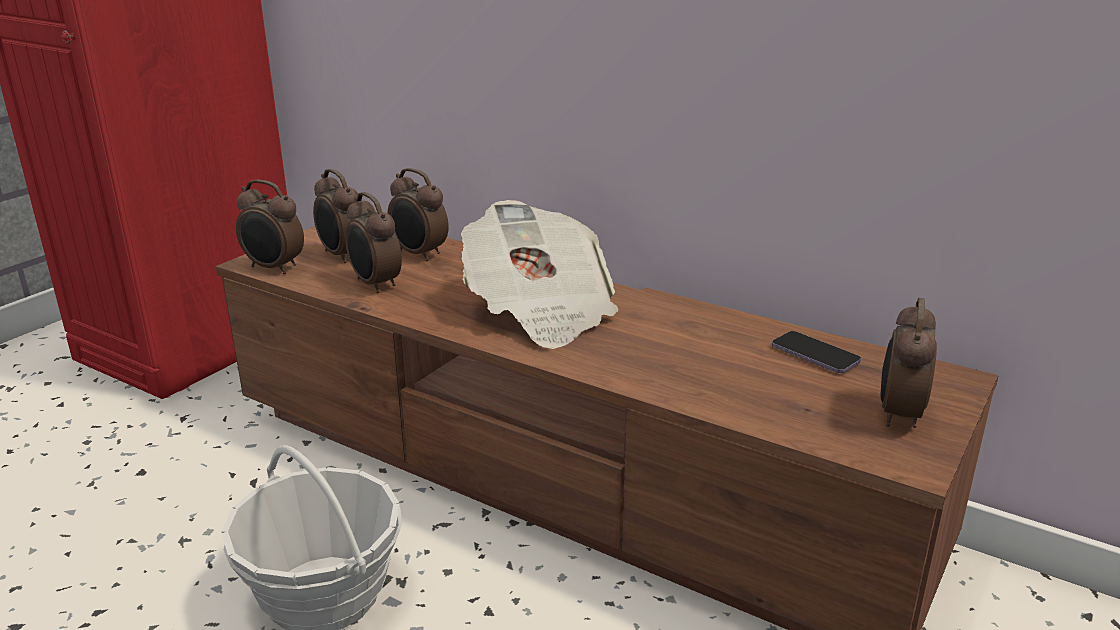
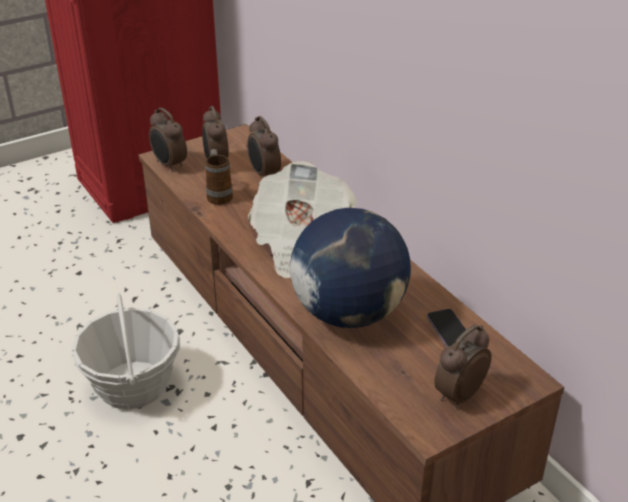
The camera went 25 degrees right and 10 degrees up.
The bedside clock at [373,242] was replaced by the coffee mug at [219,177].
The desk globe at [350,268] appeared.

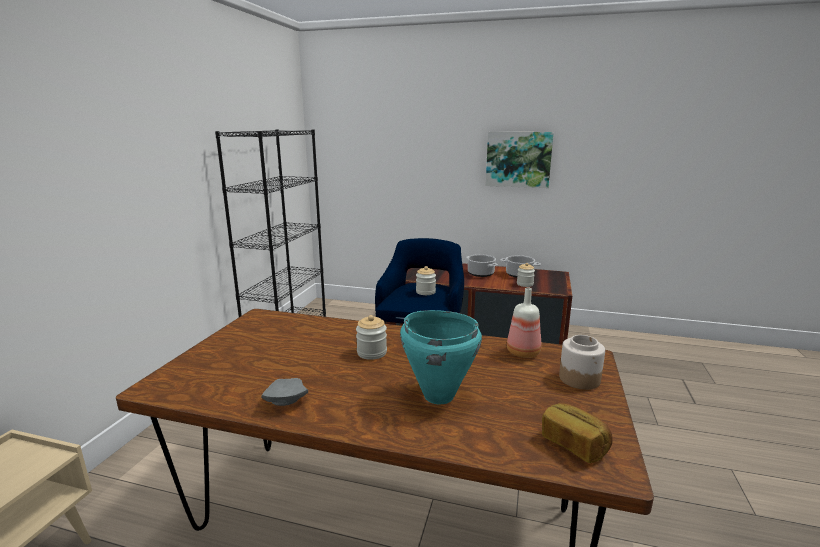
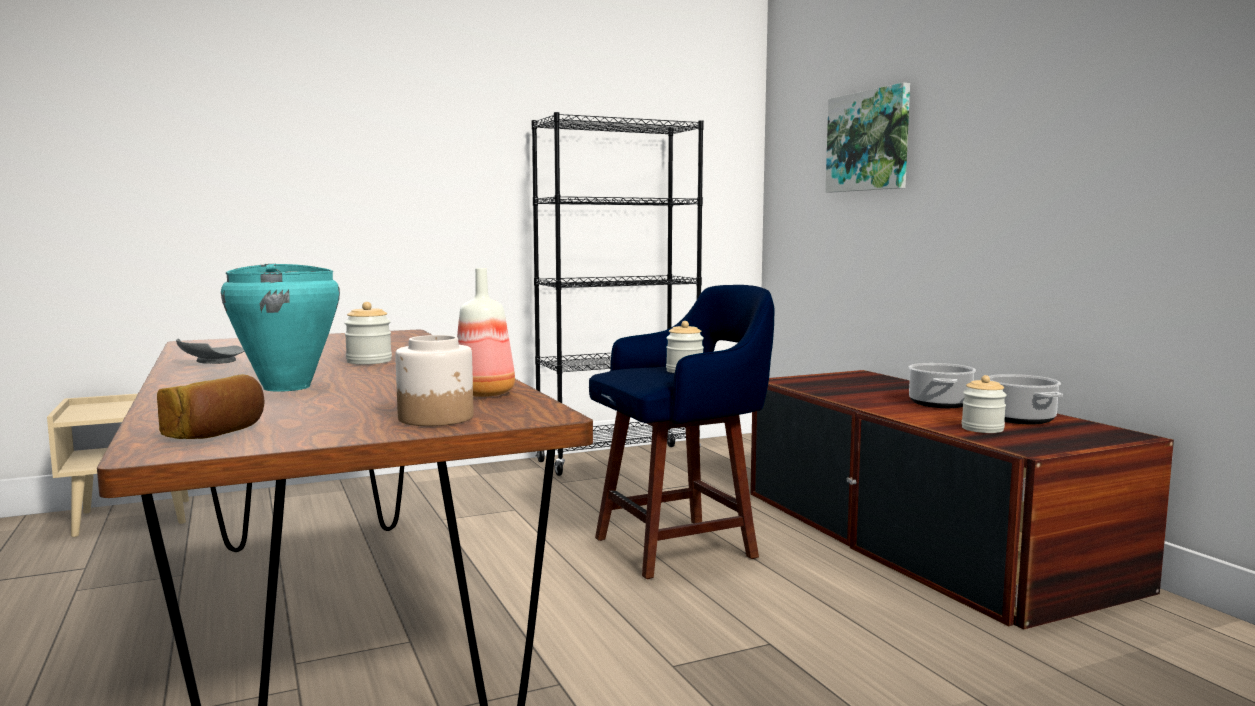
The camera went 50 degrees right and 10 degrees down.
The picture moved from [519,160] to [867,137].

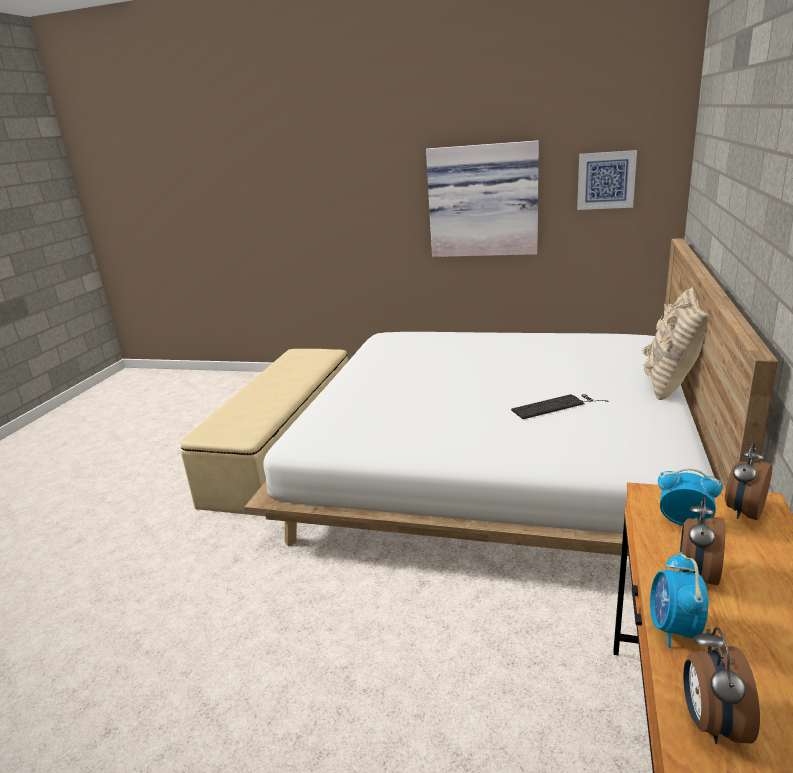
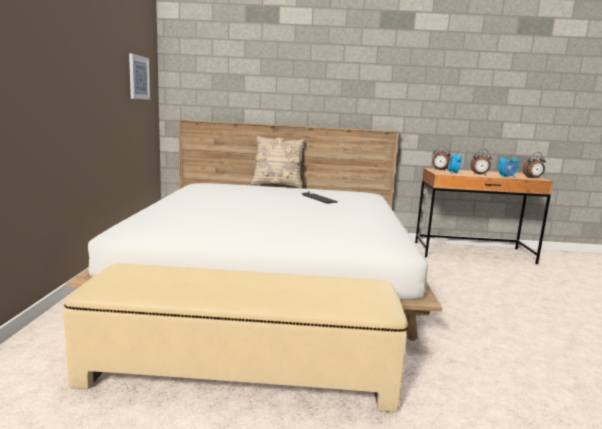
The camera went 105 degrees left and 10 degrees down.
The picture at [482,198] disappeared.

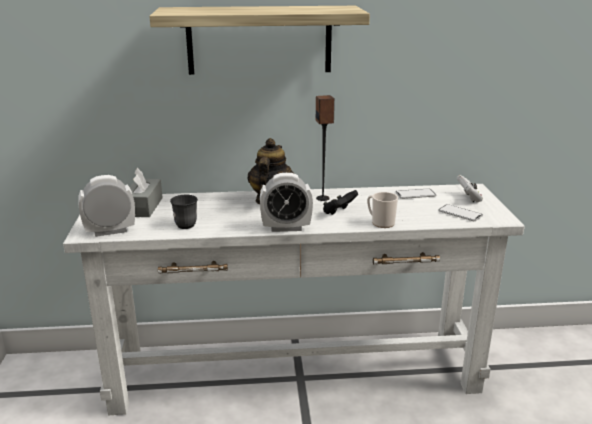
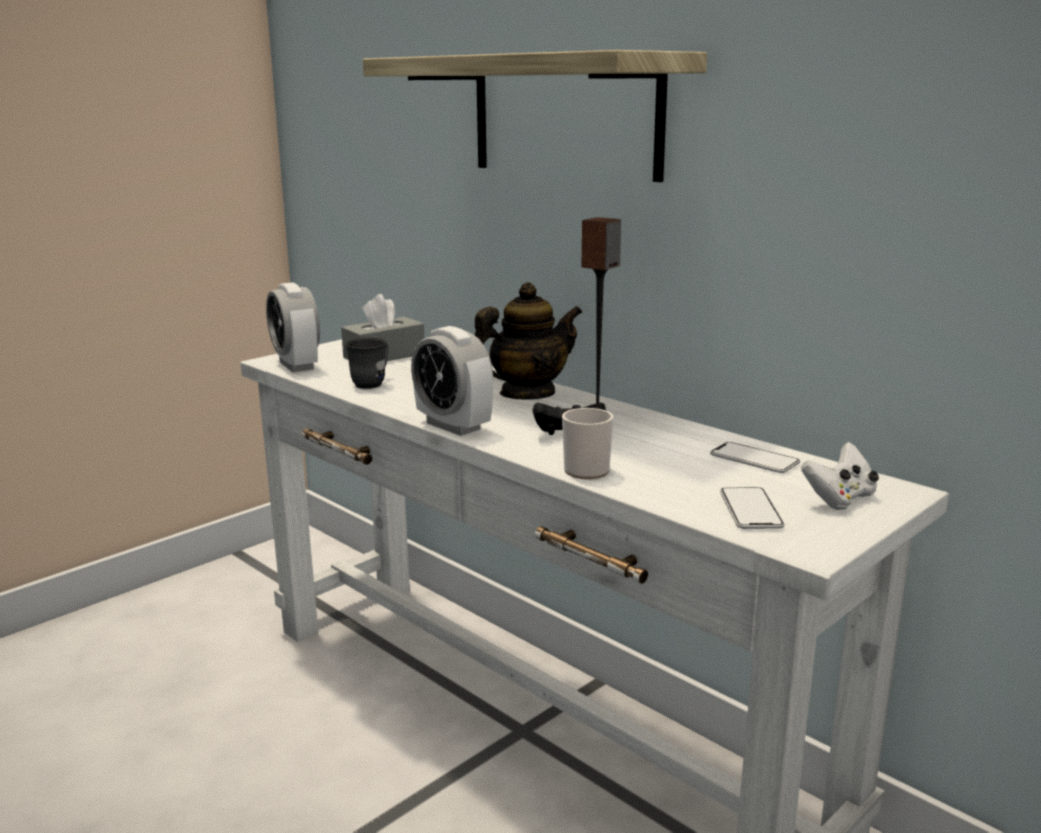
The camera went 50 degrees right and 5 degrees down.
The bedside clock at [106,206] turned 150 degrees counterclockwise.

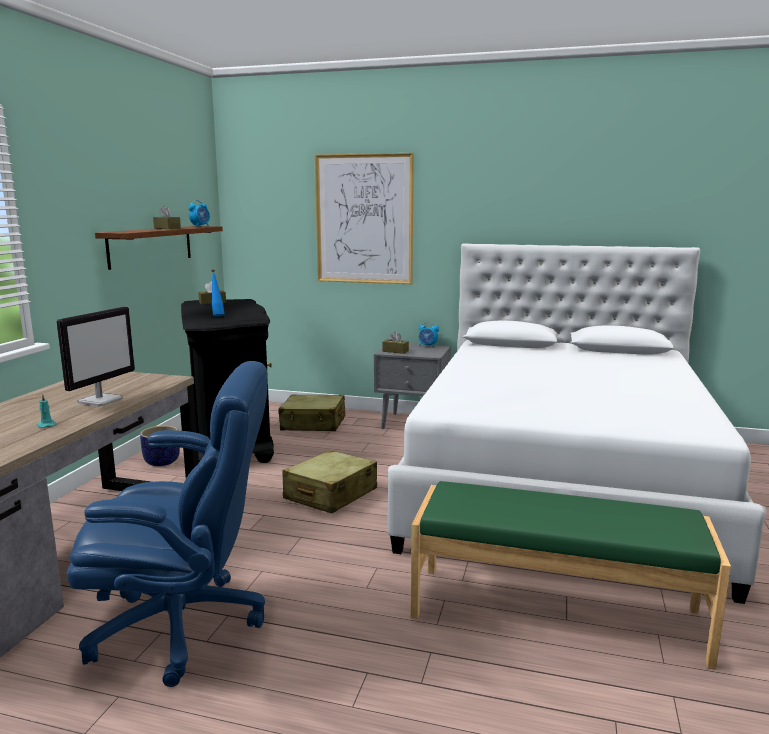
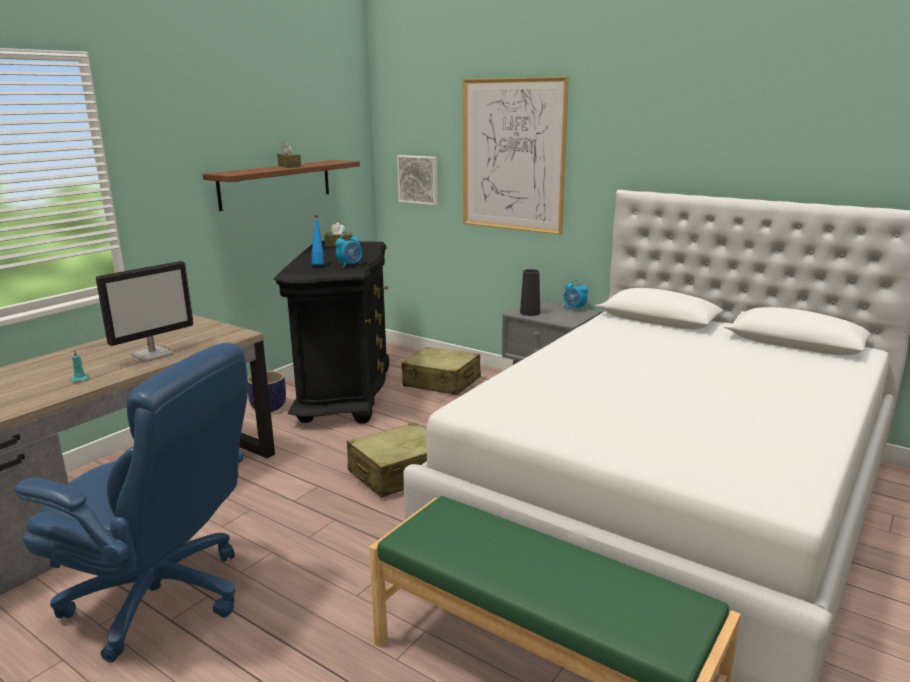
The camera went 20 degrees right and 5 degrees up.
The bedside clock moved from [199,213] to [348,250].
The tissue box/brown at [395,343] was replaced by the decorative vase/black-coloured at [530,292].
The picture at [417,180] appeared.

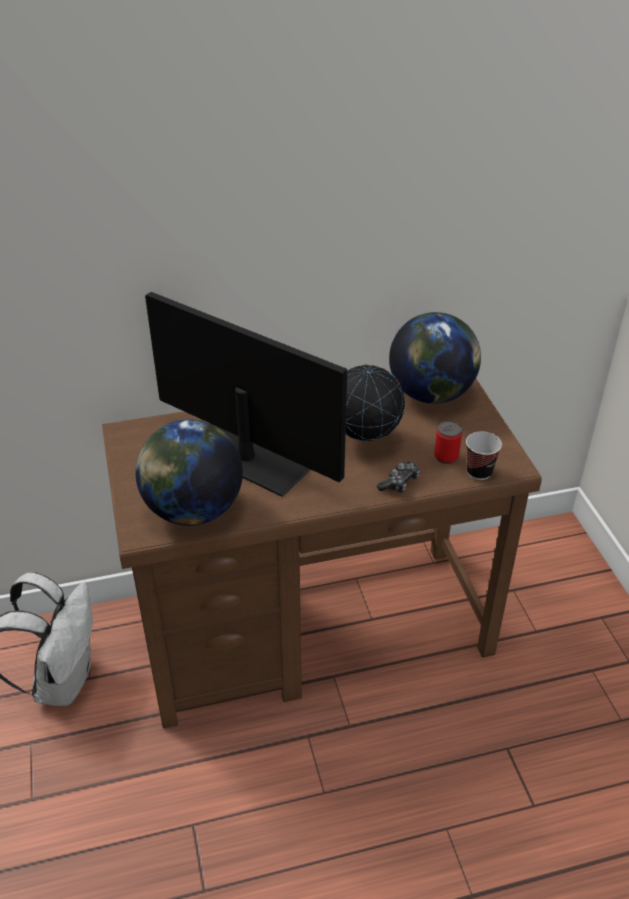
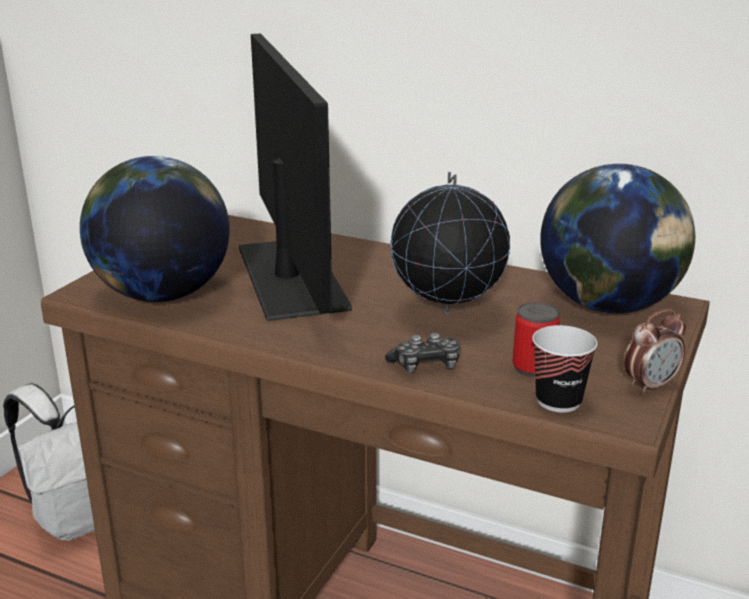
The camera went 40 degrees right and 15 degrees down.
The bedside clock at [655,351] appeared.

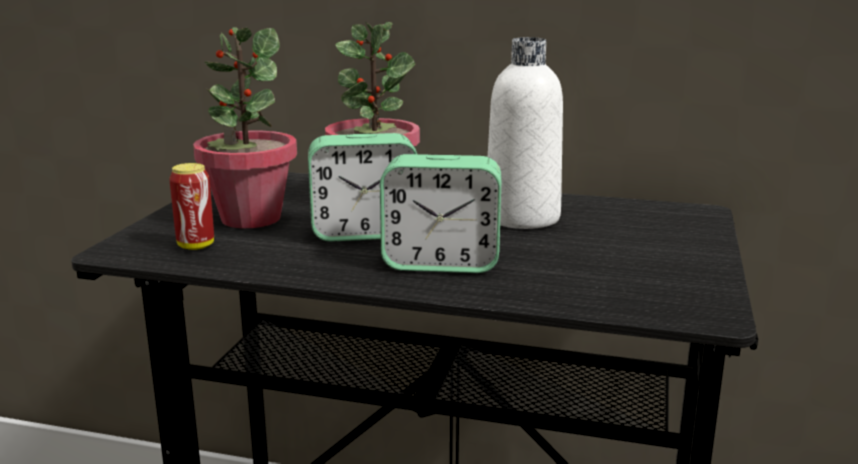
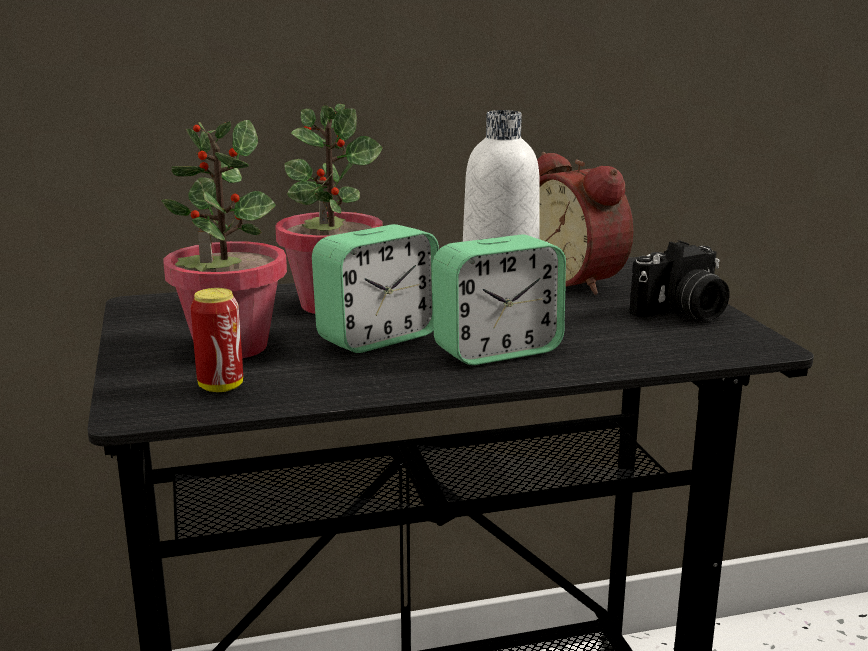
The camera went 30 degrees left and 0 degrees up.
The bedside clock at [585,223] appeared.
The photo camera at [679,280] appeared.

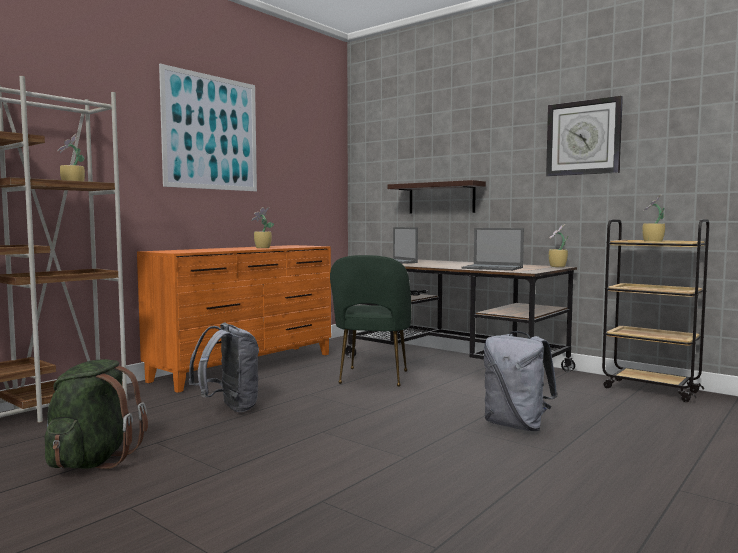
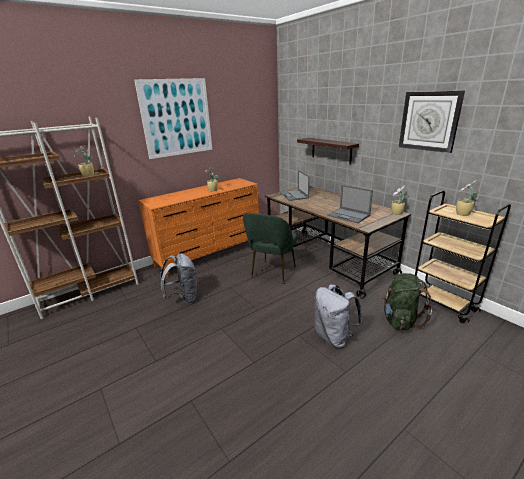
The camera went 15 degrees right and 20 degrees up.
The rucksack/green-coloured moved from [96,414] to [406,302].

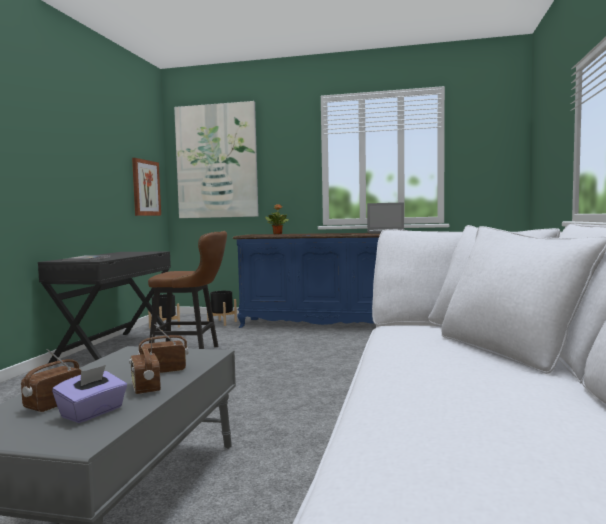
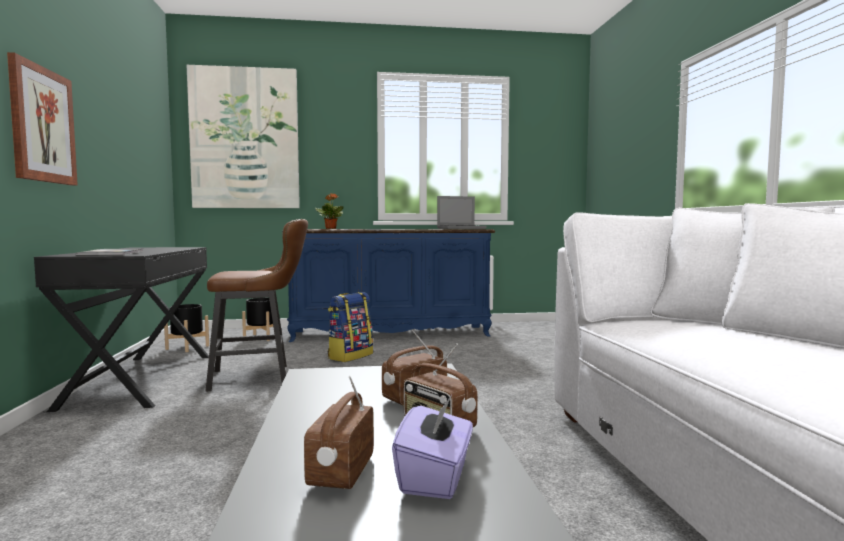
The camera went 20 degrees left and 0 degrees up.
The picture moved from [146,187] to [42,119].
The rucksack at [350,327] appeared.

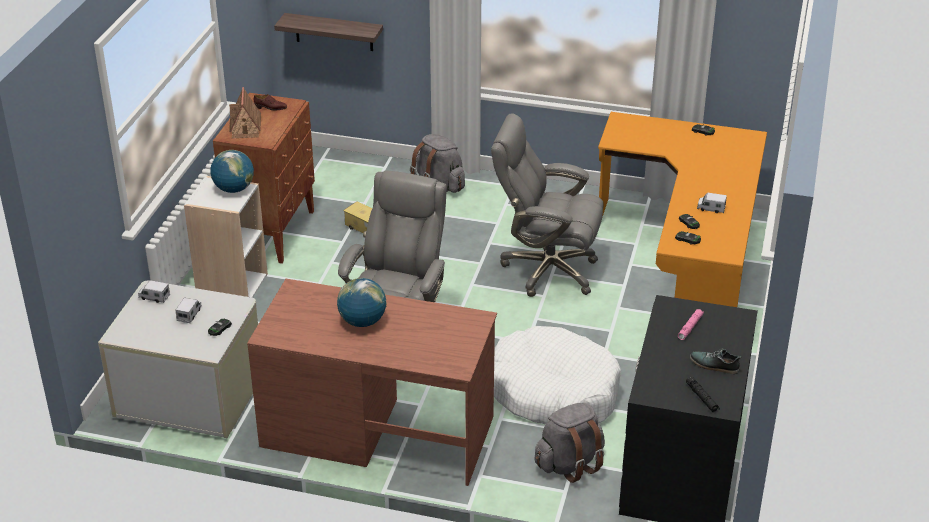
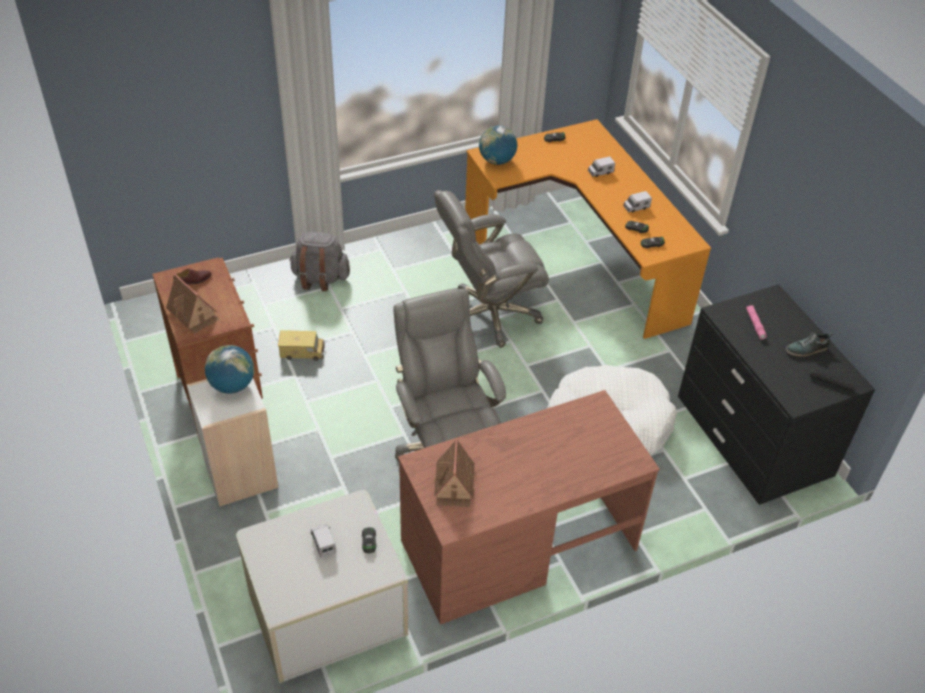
The camera went 40 degrees left and 10 degrees up.
The toy truck moved from [154,291] to [601,167].
The shelf at [328,32] disappeared.
The desk globe moved from [362,302] to [498,145].
The rucksack/greyish at [570,443] disappeared.
The miniature house at [454,472] appeared.

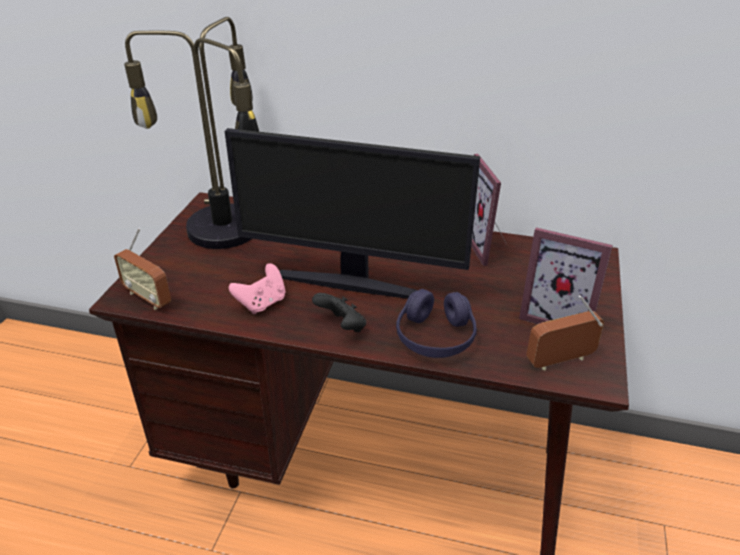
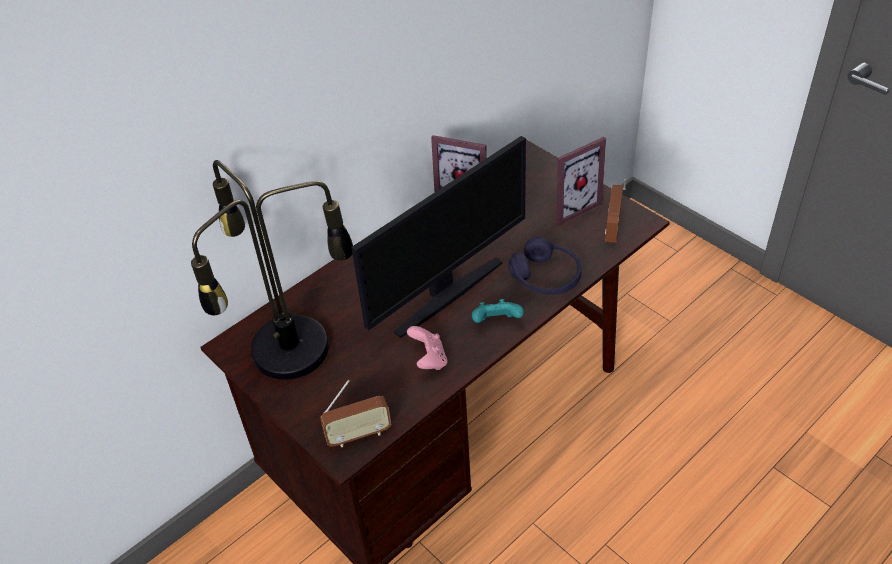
The camera went 55 degrees left and 10 degrees up.
The joypad/black-coloured at [339,312] became the joypad/turquoise at [498,311].

